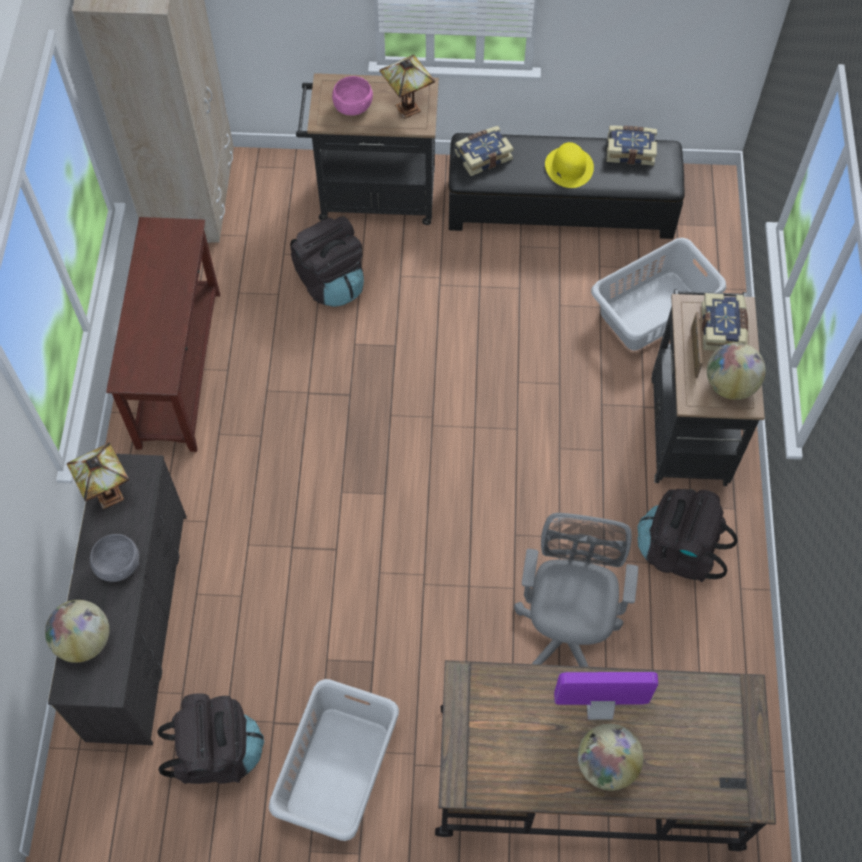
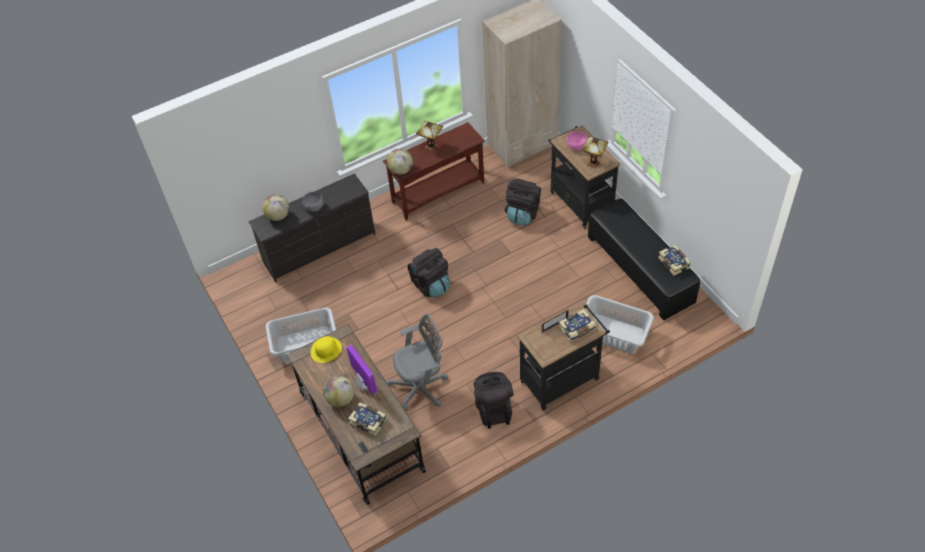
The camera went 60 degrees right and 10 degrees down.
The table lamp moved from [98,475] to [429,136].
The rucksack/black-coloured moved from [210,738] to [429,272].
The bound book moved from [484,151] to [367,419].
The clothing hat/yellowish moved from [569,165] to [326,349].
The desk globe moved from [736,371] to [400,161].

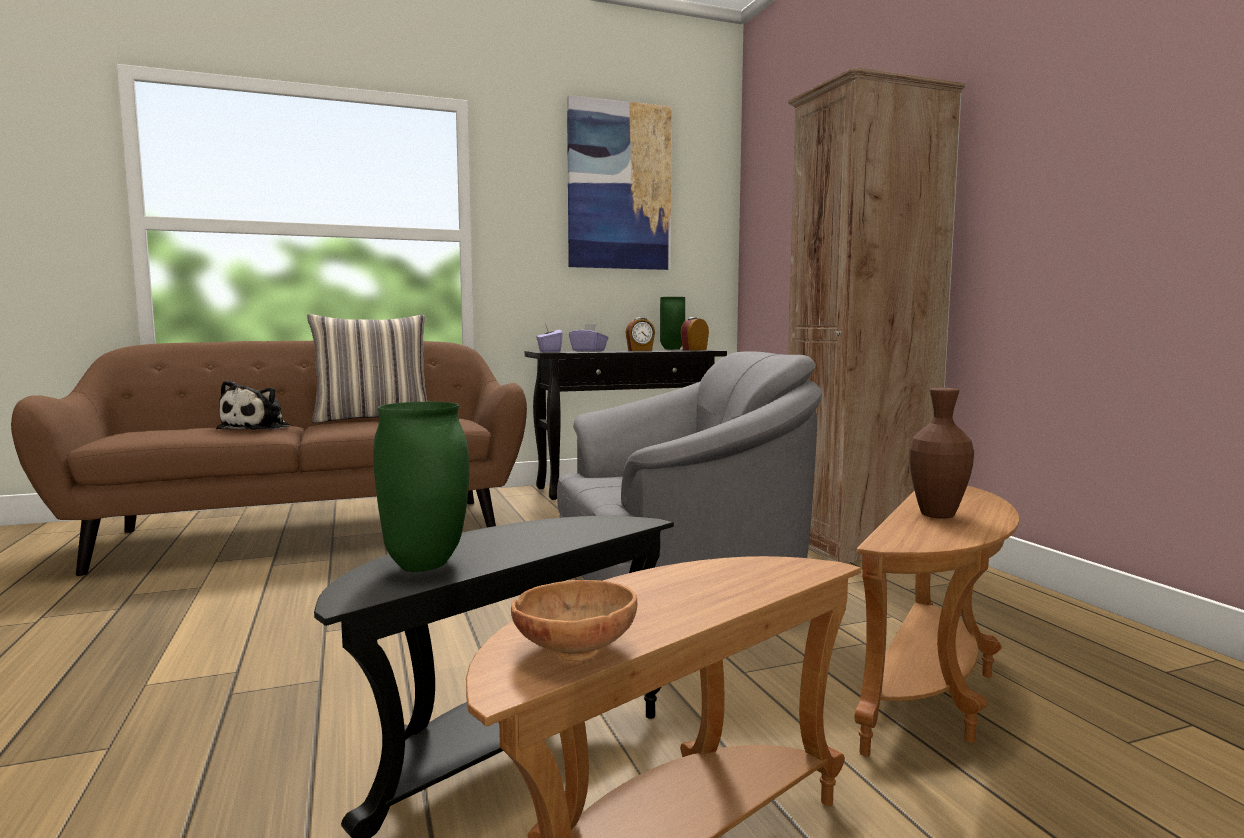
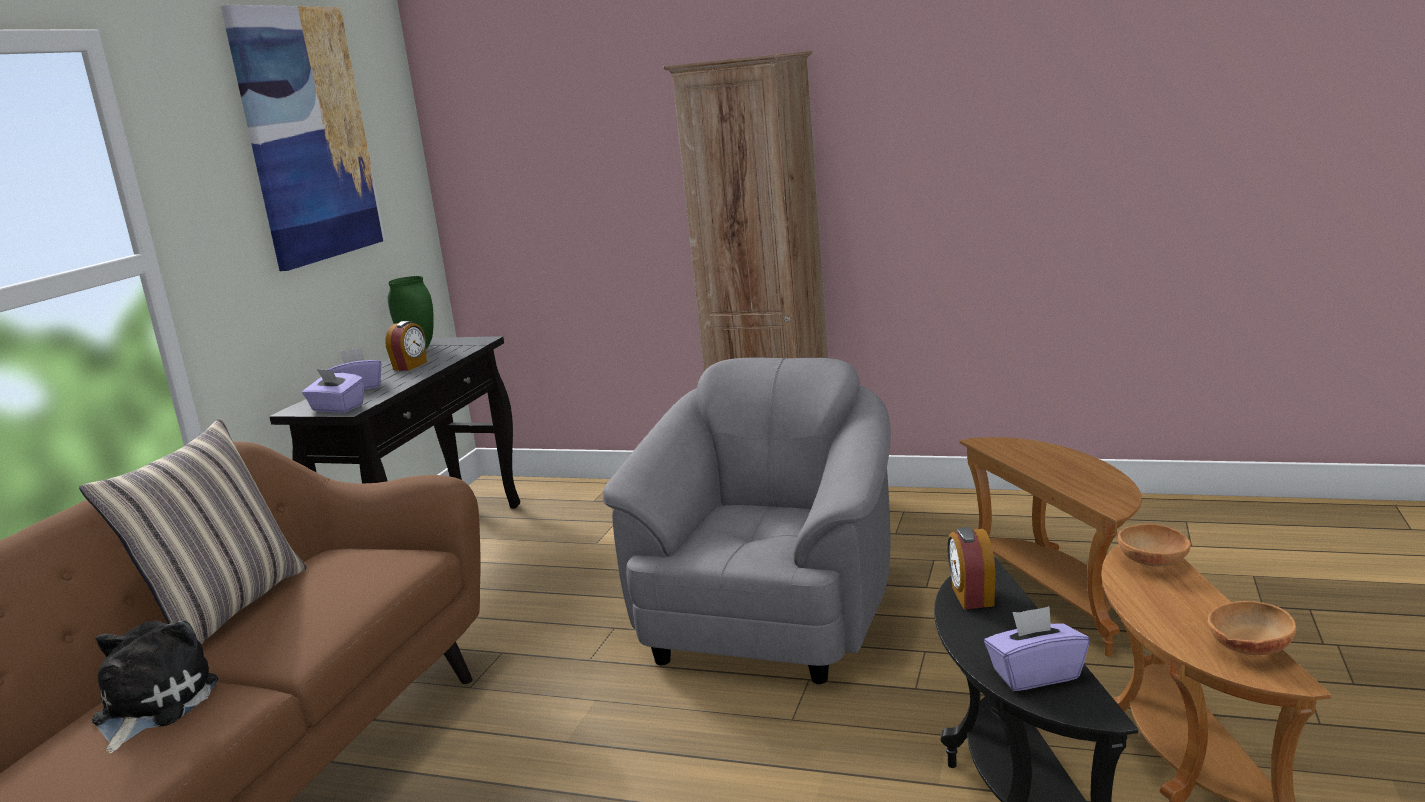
The camera went 50 degrees left and 10 degrees up.
The plush toy at [253,405] turned 135 degrees counterclockwise.
The decorative vase/green-coloured at [421,487] was replaced by the tissue box/purplish at [1036,648].
The bedside clock moved from [695,333] to [971,568].
The decorative vase/brown at [941,453] disappeared.
The serving bowl/brown at [1154,546] appeared.

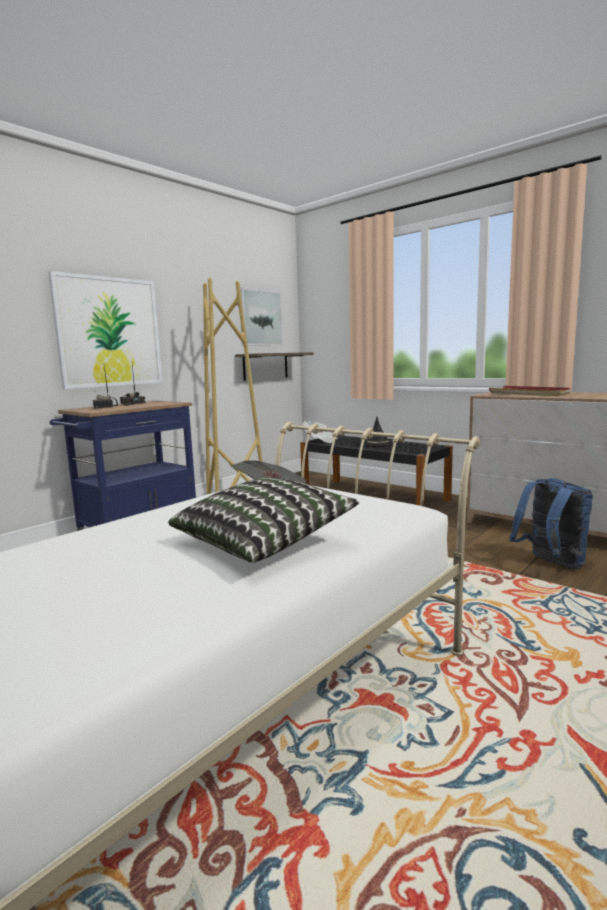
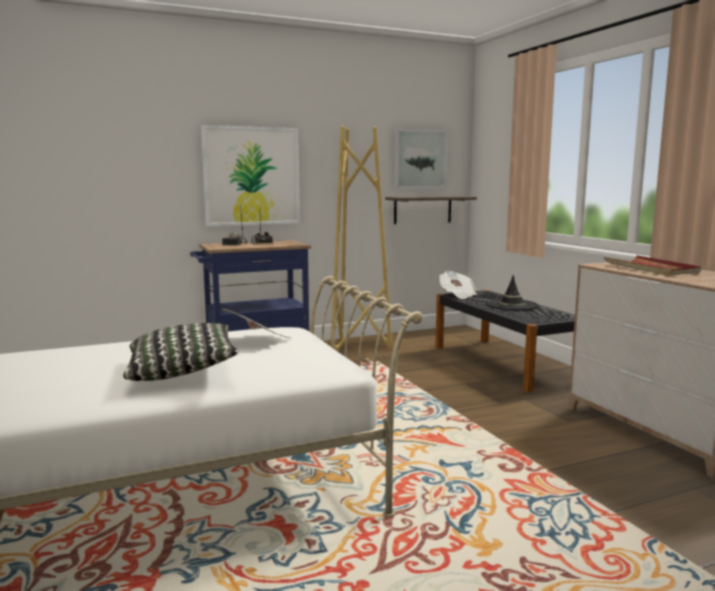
The camera went 25 degrees right and 0 degrees up.
The rucksack/bluish at [551,523] disappeared.

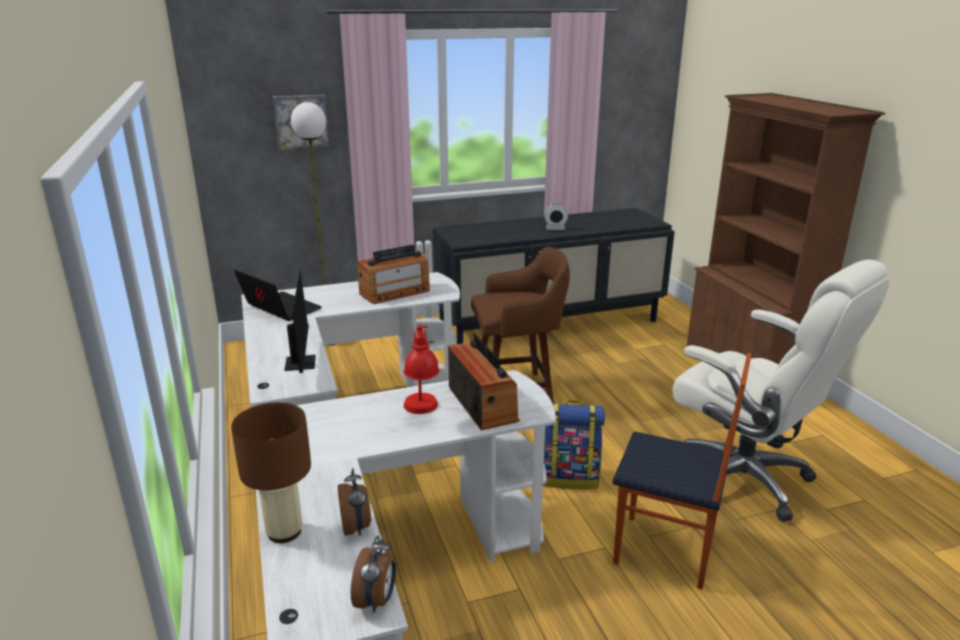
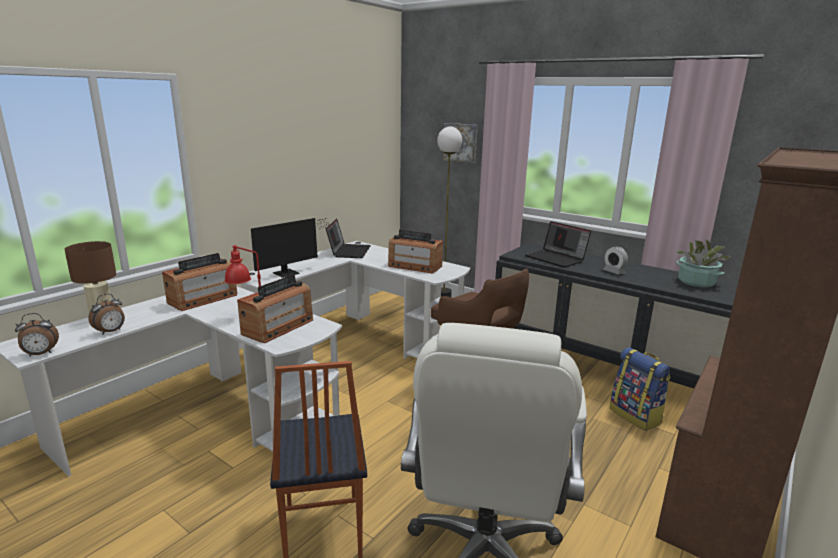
The camera went 55 degrees right and 5 degrees down.
The rucksack moved from [574,444] to [640,389].
The radio at [199,282] appeared.
The notebook computer at [558,244] appeared.
The houseplant at [704,263] appeared.

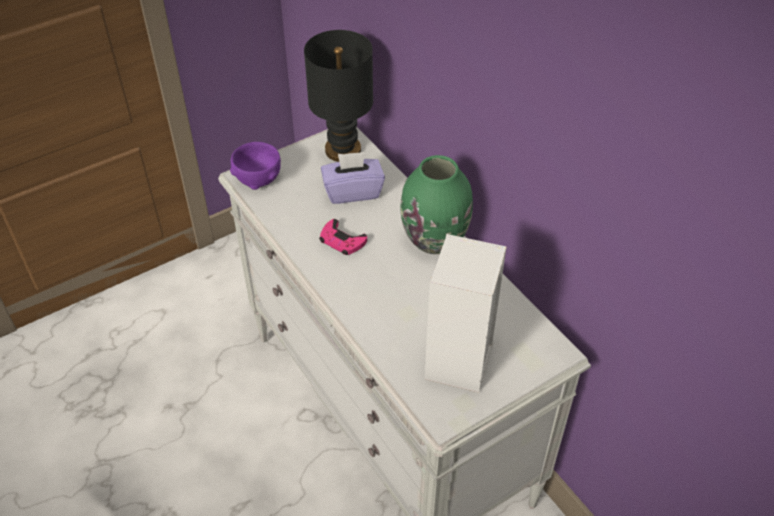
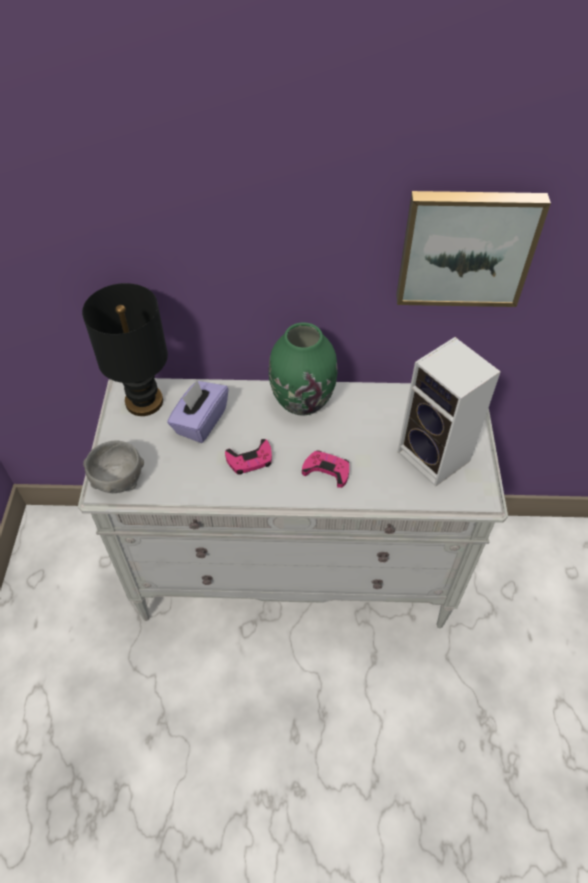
The camera went 55 degrees left and 5 degrees up.
The serving bowl/purplish at [255,166] became the serving bowl/greyish at [113,467].
The joypad/pink at [325,469] appeared.
The picture at [473,249] appeared.

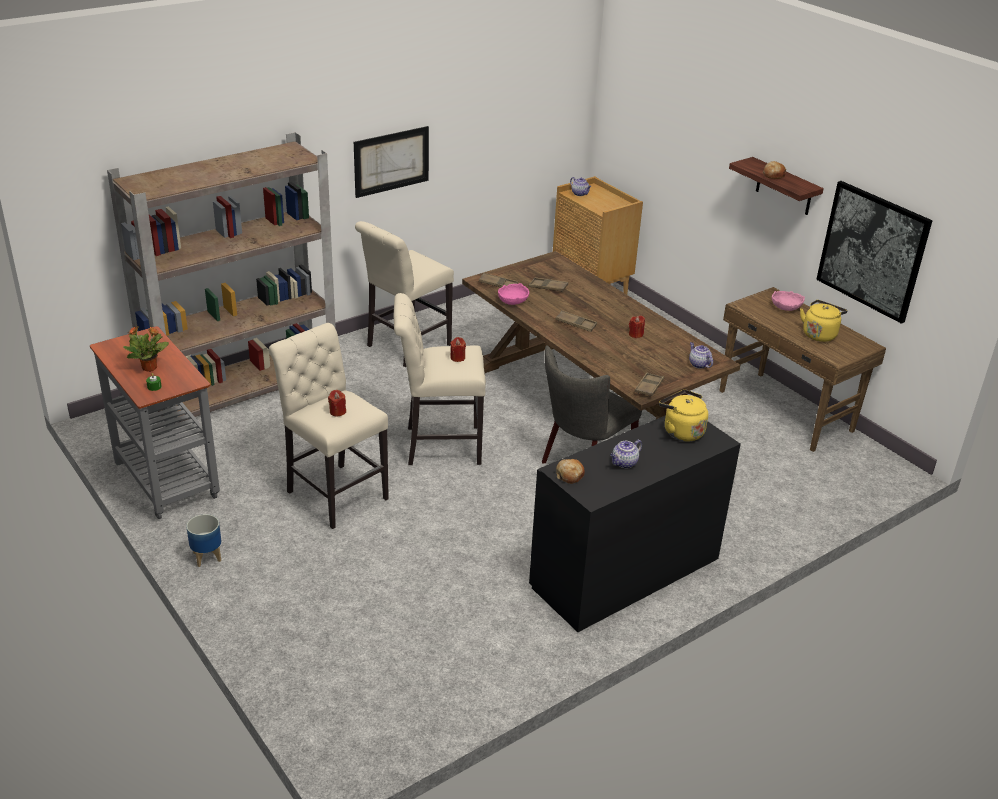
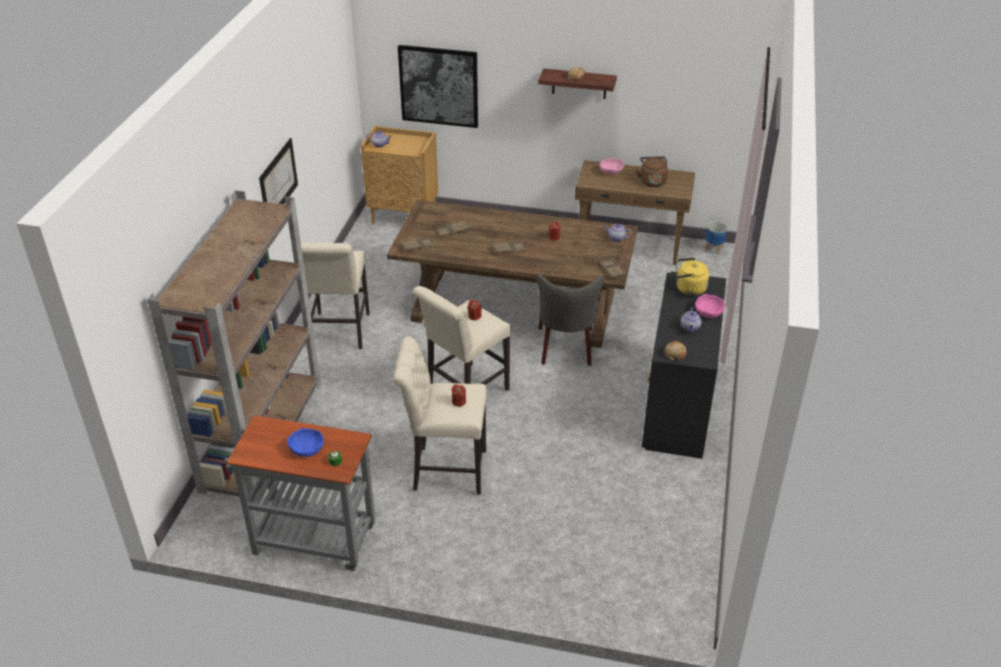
The camera went 40 degrees left and 5 degrees up.
The houseplant at [146,349] was replaced by the serving bowl/bluish at [305,442].
The plant pot moved from [203,540] to [716,238].
The serving bowl/pink moved from [513,294] to [710,306].
The water kettle/yellowish at [824,321] became the water kettle/brown at [652,171].
The picture moved from [874,252] to [438,86].

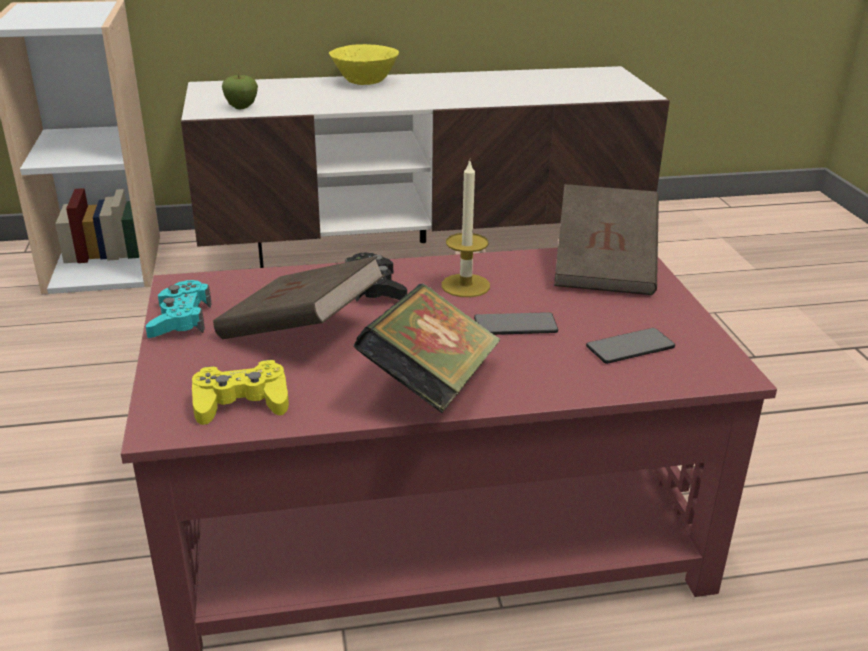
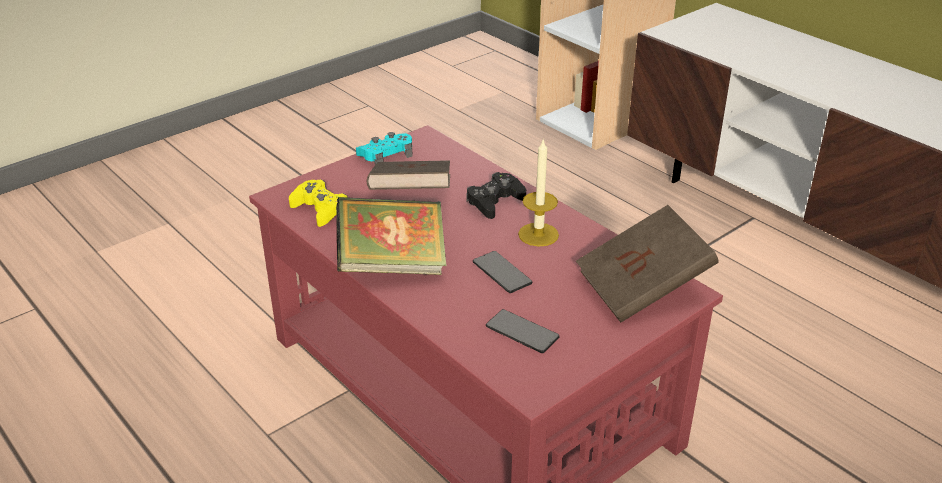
The camera went 60 degrees right and 5 degrees up.
The apple at [240,92] disappeared.
The serving bowl/yellowish at [364,64] disappeared.

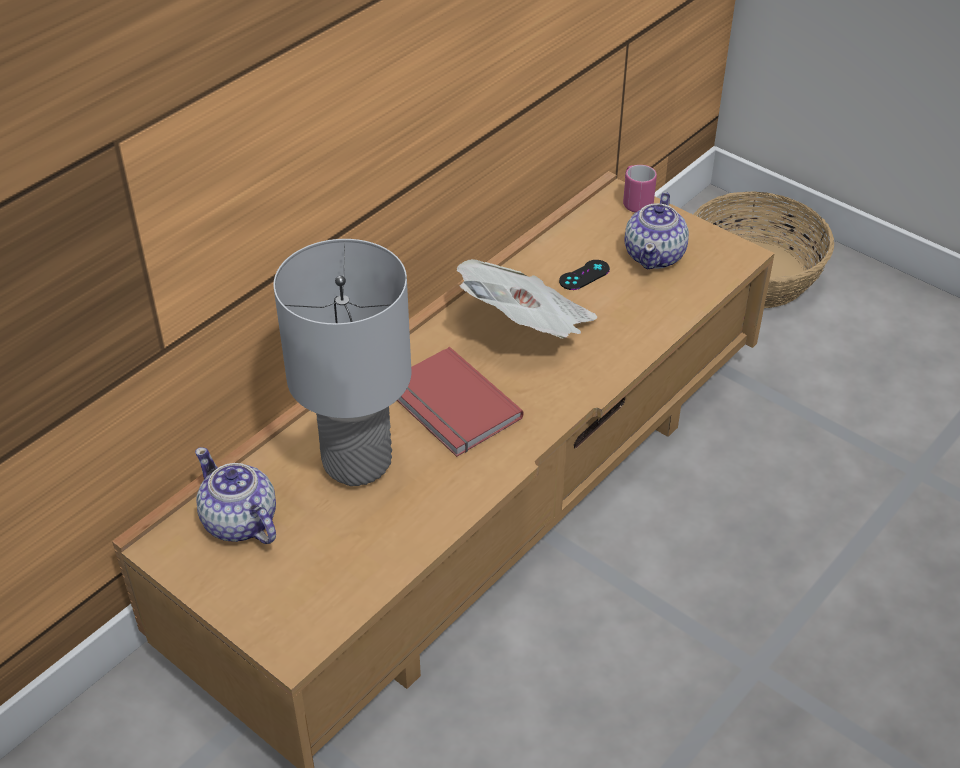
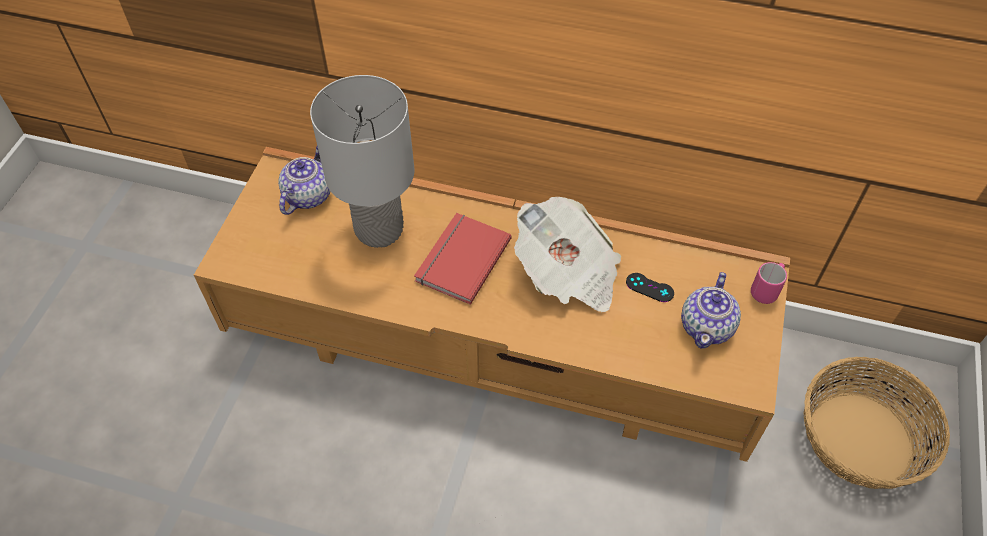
The camera went 65 degrees right and 10 degrees up.
The tea pot at [656,230] turned 60 degrees counterclockwise.

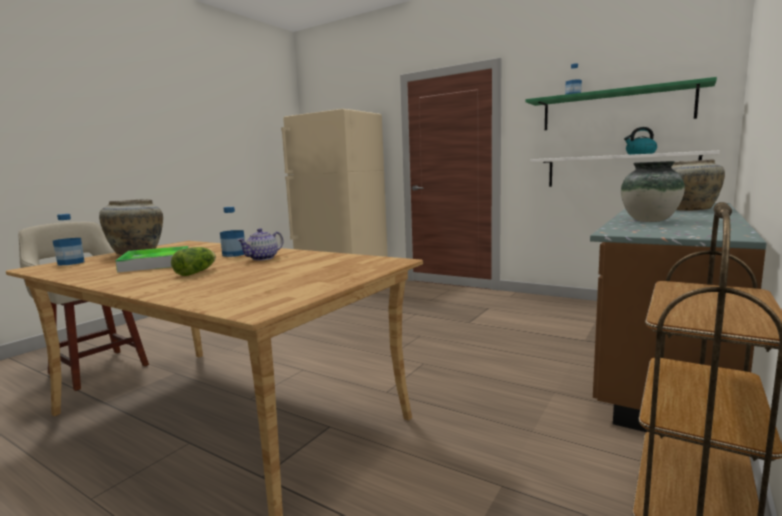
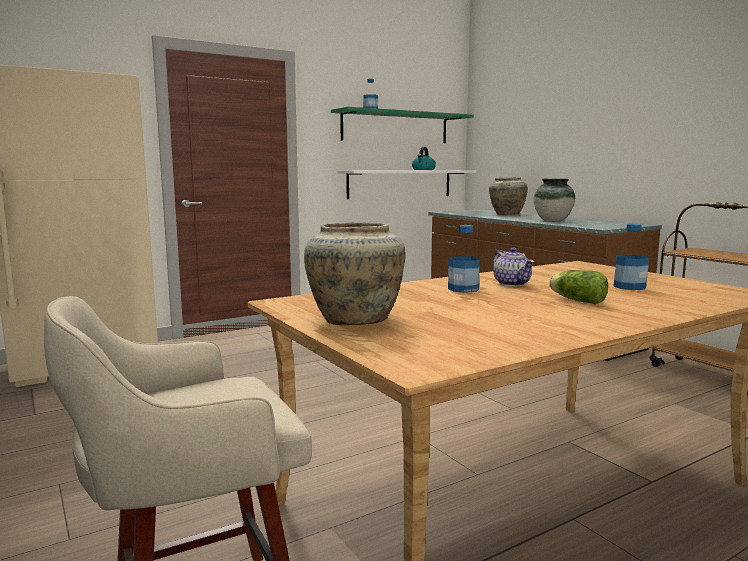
The camera went 65 degrees left and 0 degrees up.
The drink bottle moved from [69,239] to [631,257].
The serving tray at [152,259] disappeared.

